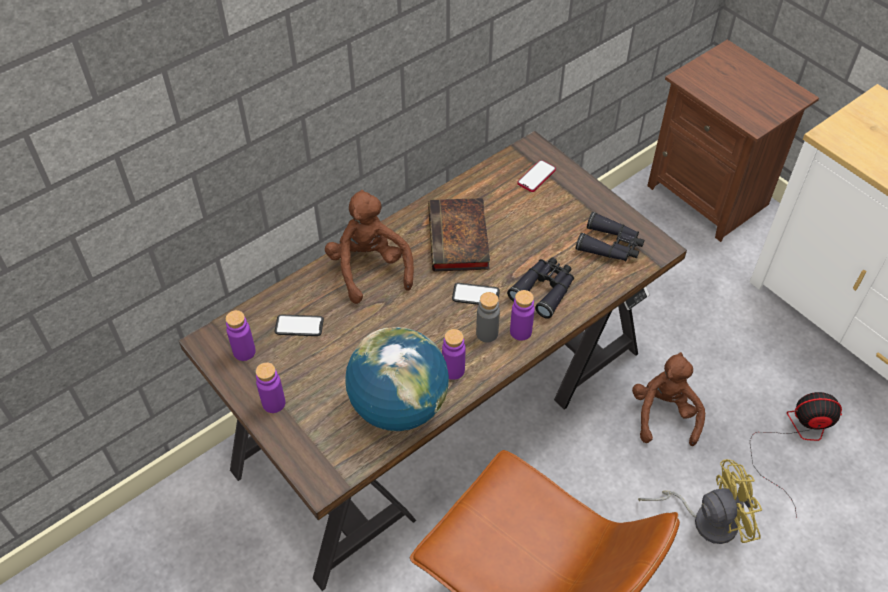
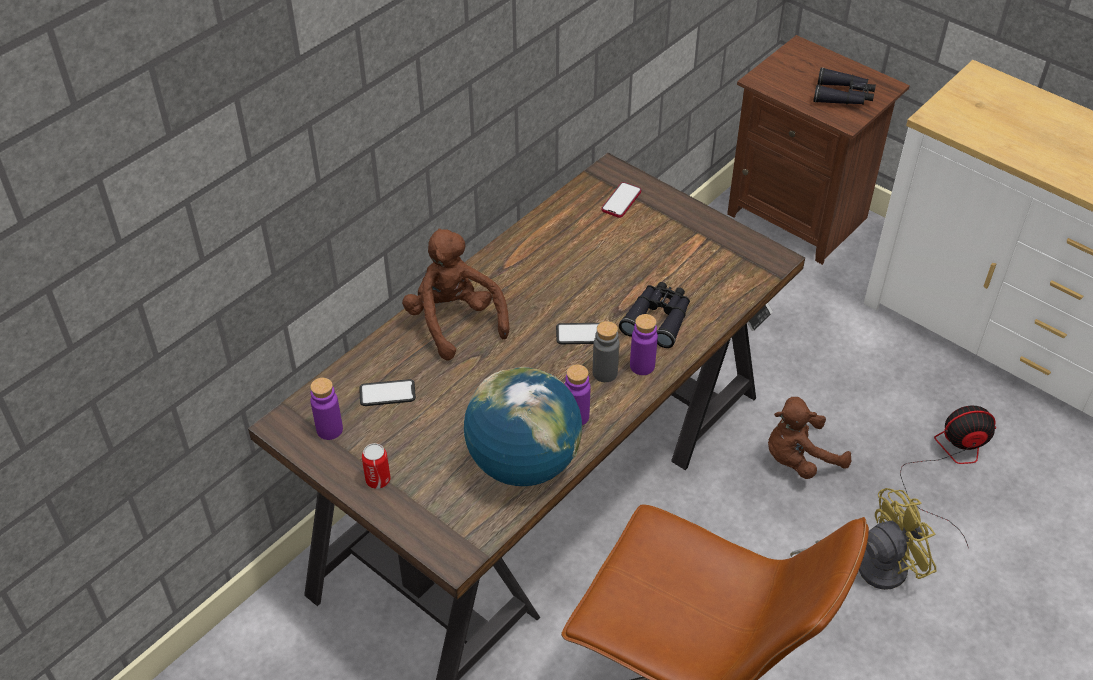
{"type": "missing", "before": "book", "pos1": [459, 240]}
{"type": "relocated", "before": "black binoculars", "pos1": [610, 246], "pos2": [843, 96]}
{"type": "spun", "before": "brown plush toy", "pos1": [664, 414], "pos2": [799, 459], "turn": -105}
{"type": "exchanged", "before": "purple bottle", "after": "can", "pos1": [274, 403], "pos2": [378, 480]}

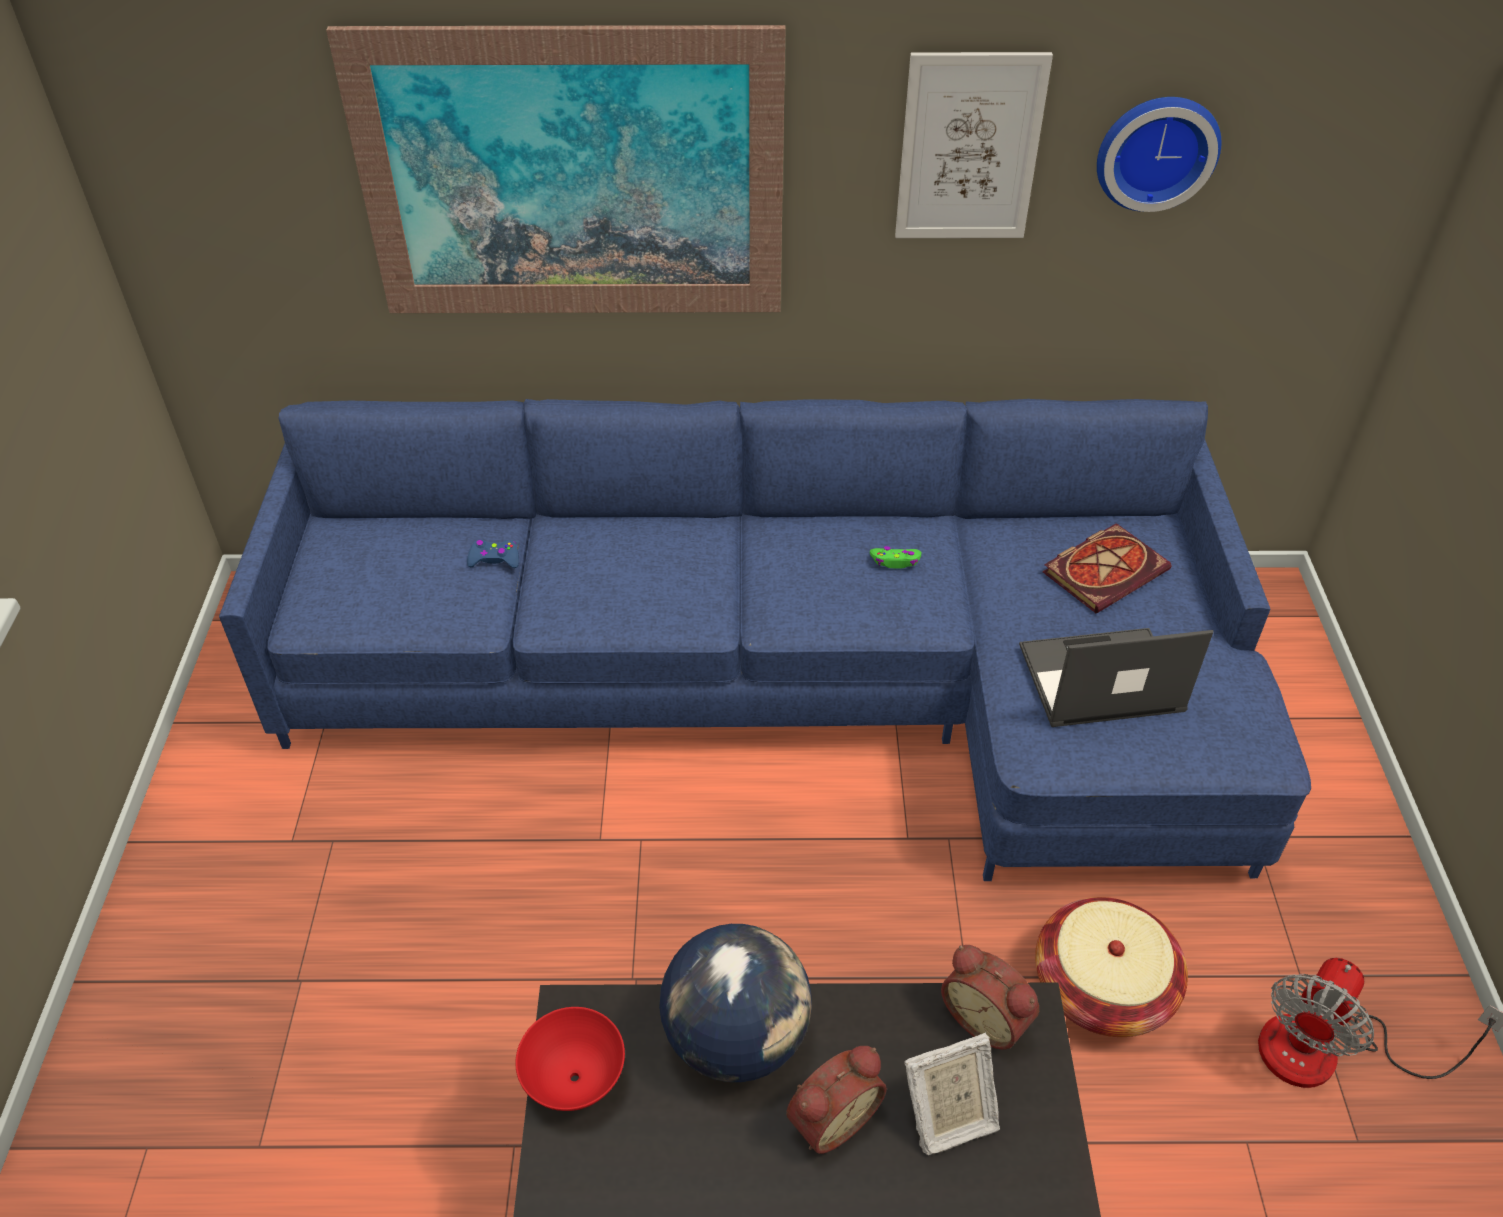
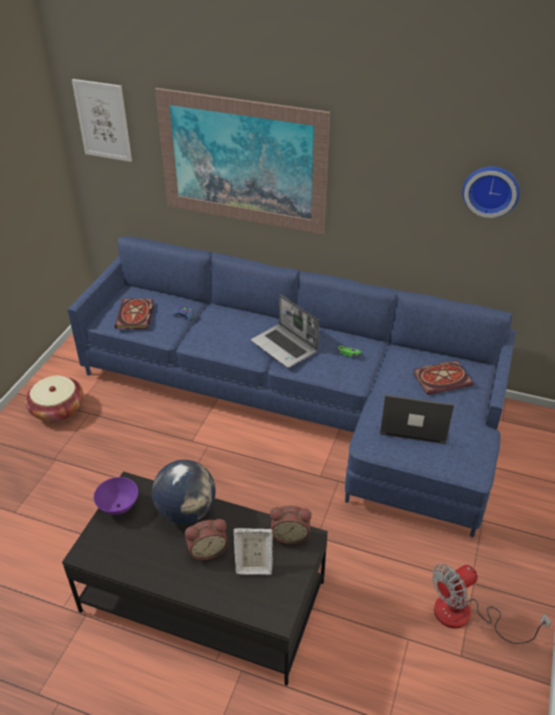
{"type": "relocated", "before": "picture", "pos1": [969, 148], "pos2": [103, 120]}
{"type": "relocated", "before": "basket", "pos1": [1102, 988], "pos2": [57, 410]}
{"type": "spun", "before": "alarm clock", "pos1": [987, 1017], "pos2": [290, 534], "turn": -60}
{"type": "colour", "before": "red bowl", "after": "purple bowl", "pos1": [575, 1078], "pos2": [119, 506]}
{"type": "appeared", "after": "laptop", "pos2": [285, 347]}
{"type": "appeared", "after": "book", "pos2": [135, 316]}

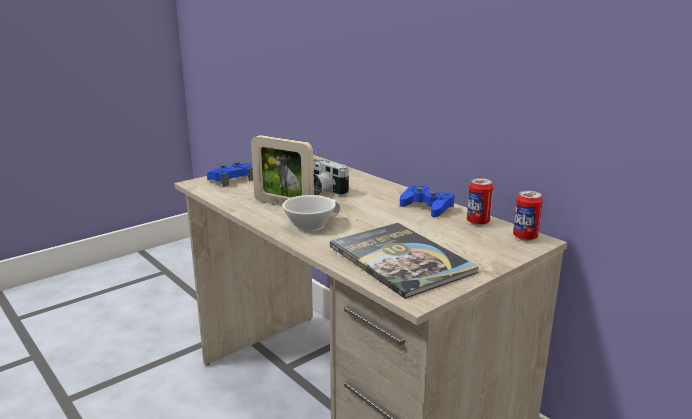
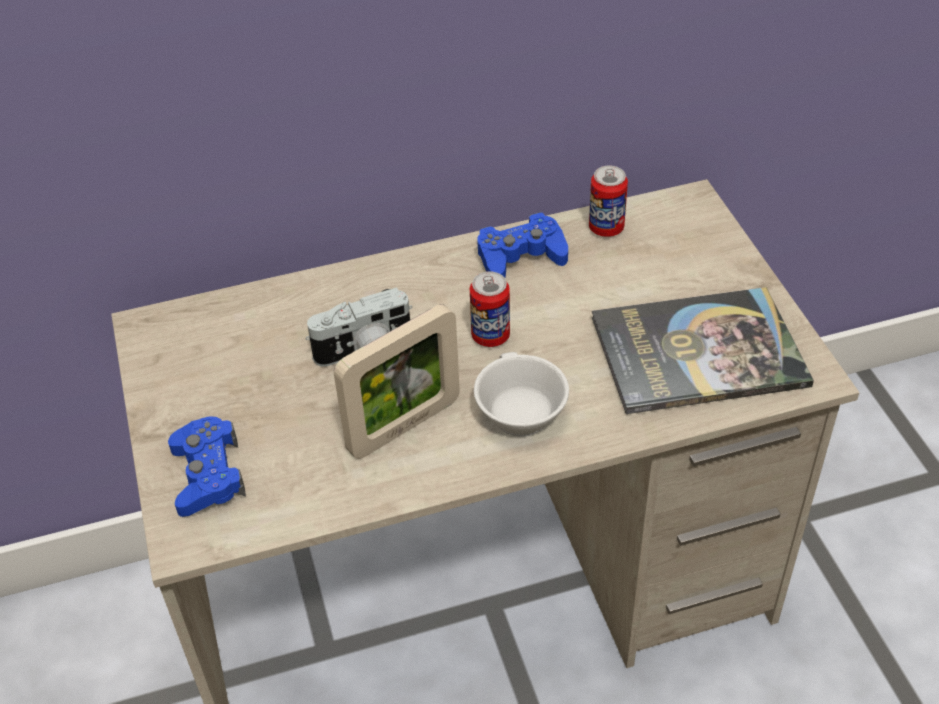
{"type": "relocated", "before": "can", "pos1": [525, 237], "pos2": [490, 336]}

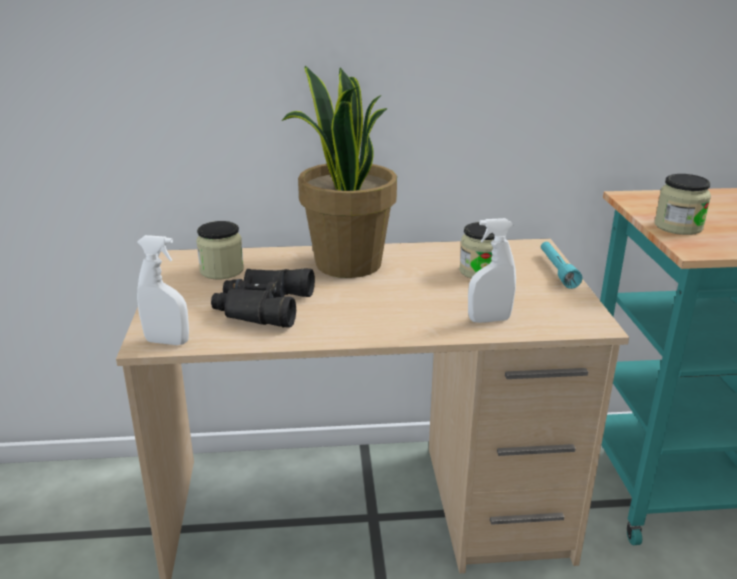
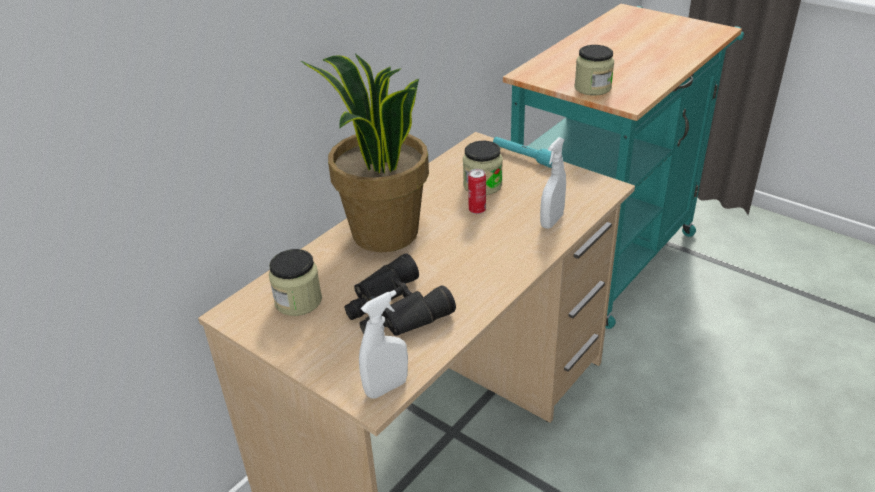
{"type": "appeared", "after": "can", "pos2": [477, 210]}

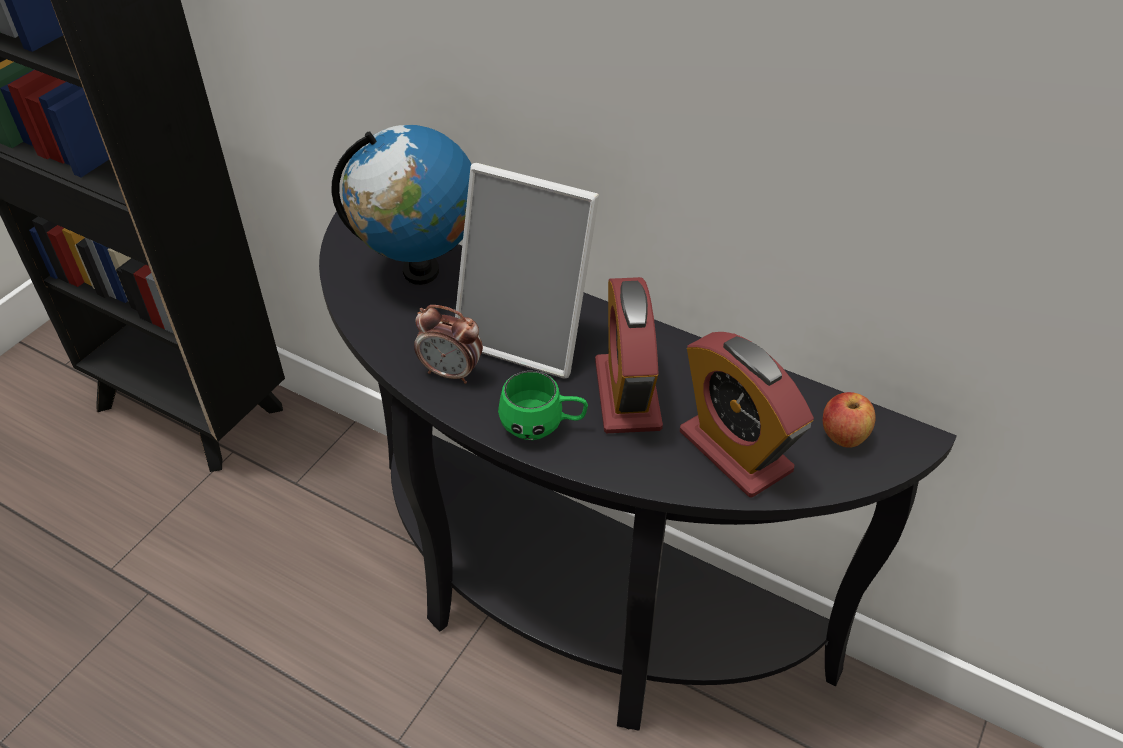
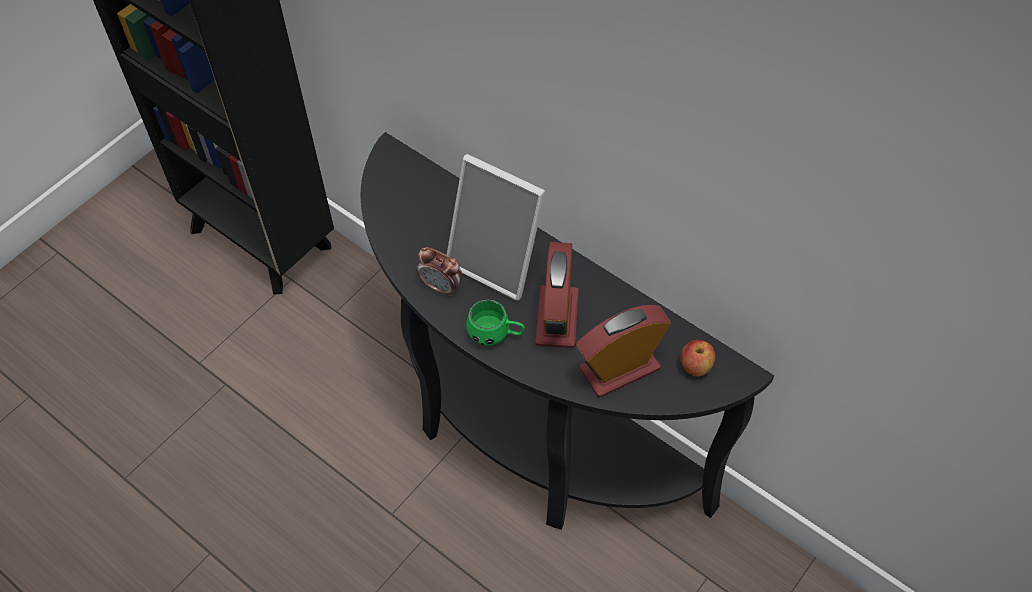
{"type": "missing", "before": "globe", "pos1": [420, 271]}
{"type": "spun", "before": "alarm clock", "pos1": [735, 451], "pos2": [619, 369], "turn": 90}

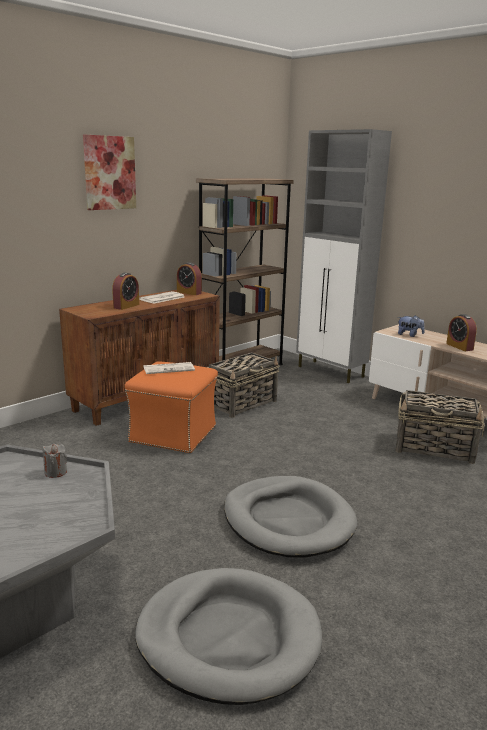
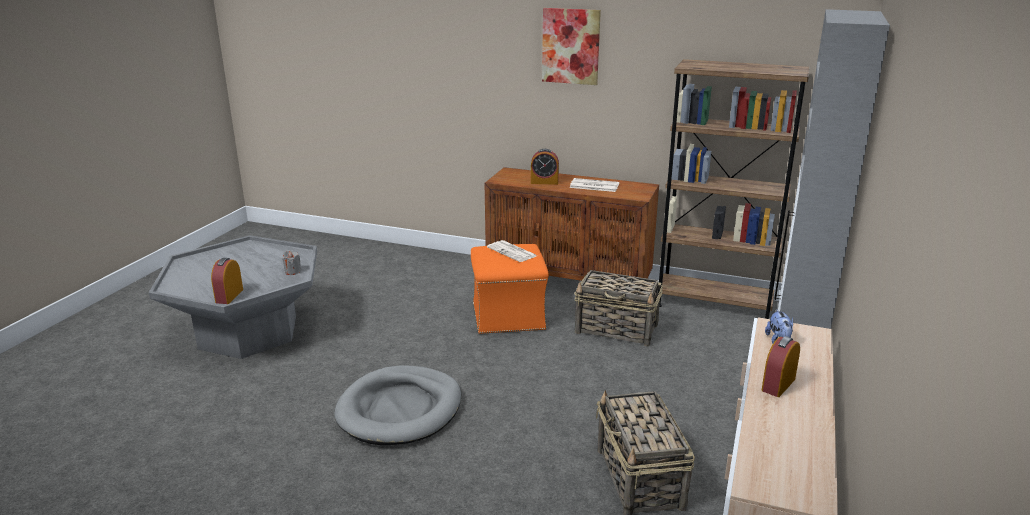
{"type": "relocated", "before": "alarm clock", "pos1": [189, 292], "pos2": [229, 296]}
{"type": "missing", "before": "grey dog bed", "pos1": [228, 637]}

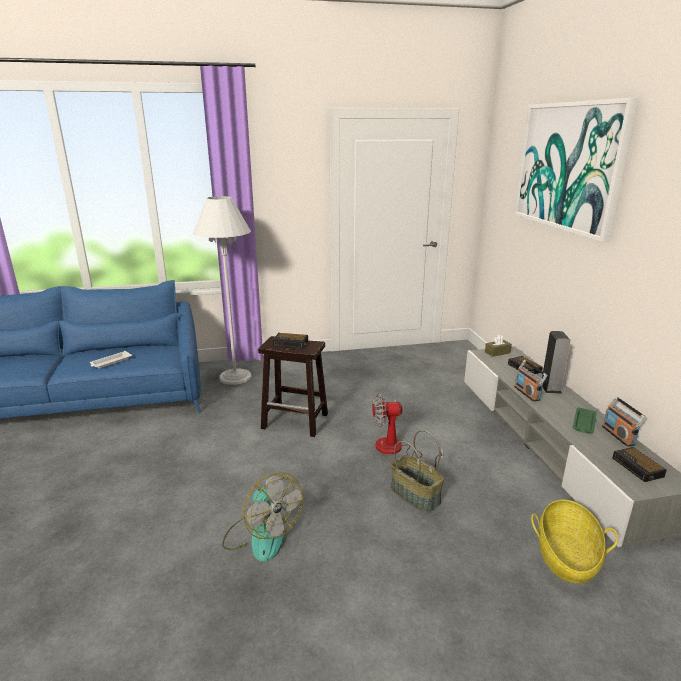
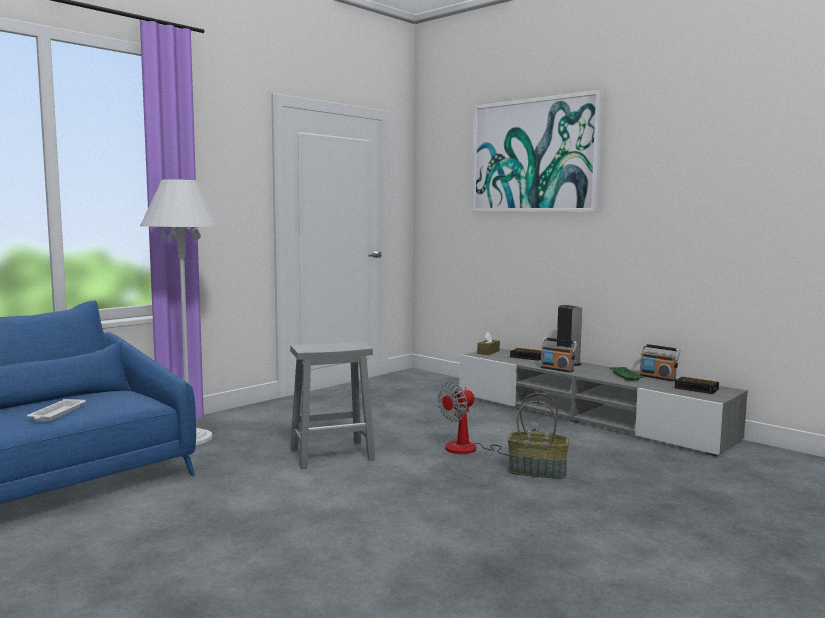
{"type": "missing", "before": "alarm clock", "pos1": [291, 343]}
{"type": "colour", "before": "brown stool", "after": "grey stool", "pos1": [296, 421], "pos2": [333, 454]}
{"type": "missing", "before": "fan", "pos1": [261, 535]}
{"type": "missing", "before": "basket", "pos1": [566, 556]}

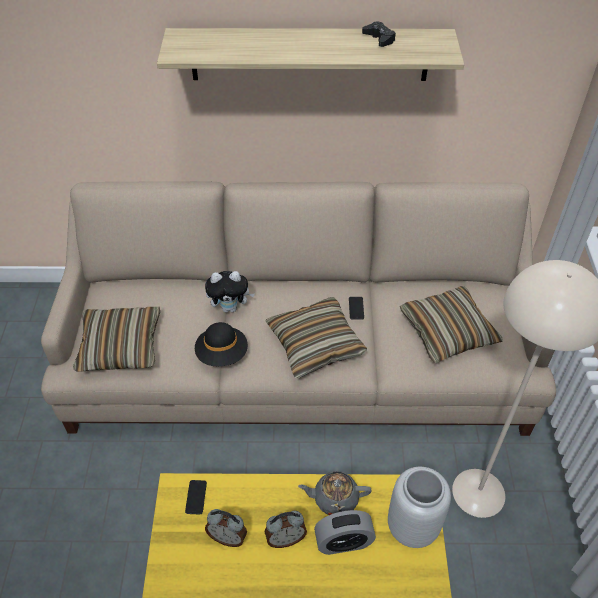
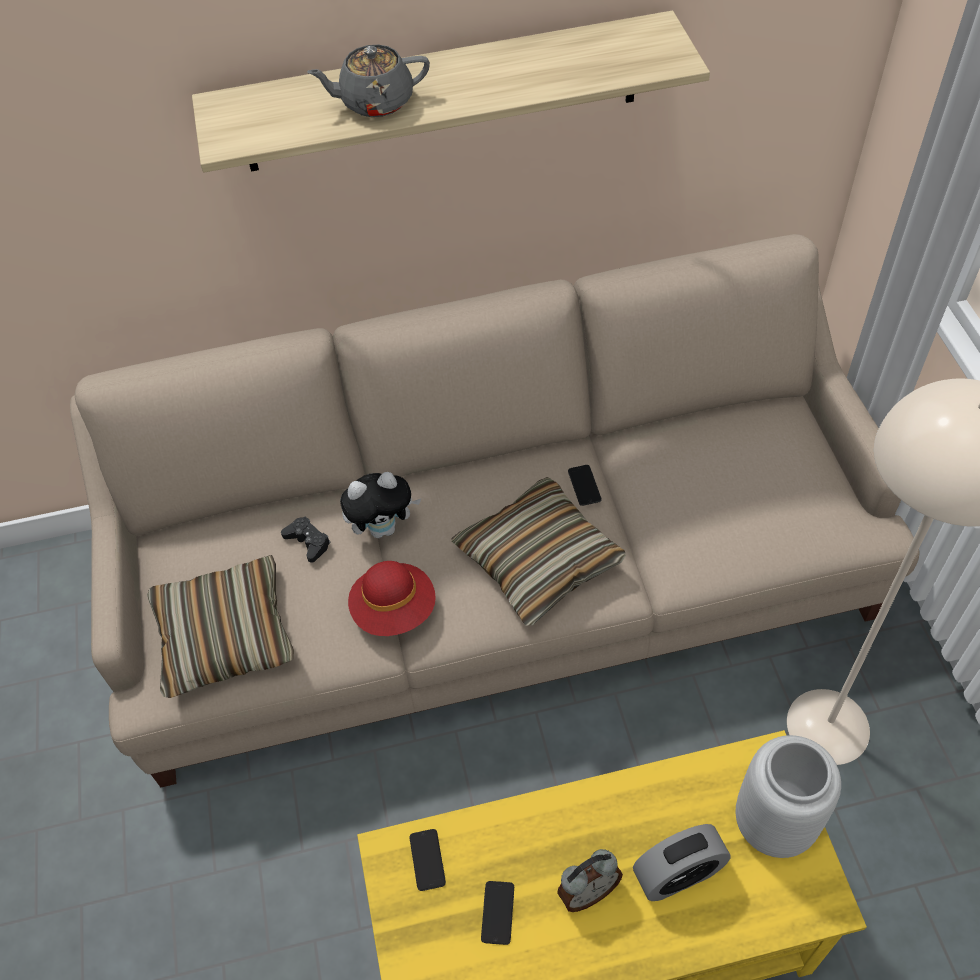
{"type": "relocated", "before": "black game controller", "pos1": [379, 38], "pos2": [308, 542]}
{"type": "missing", "before": "pillow", "pos1": [447, 331]}
{"type": "colour", "before": "black hat", "after": "red hat", "pos1": [222, 354], "pos2": [394, 610]}
{"type": "relocated", "before": "grey teapot", "pos1": [334, 499], "pos2": [375, 102]}
{"type": "exchanged", "before": "alarm clock", "after": "phone", "pos1": [228, 537], "pos2": [497, 912]}

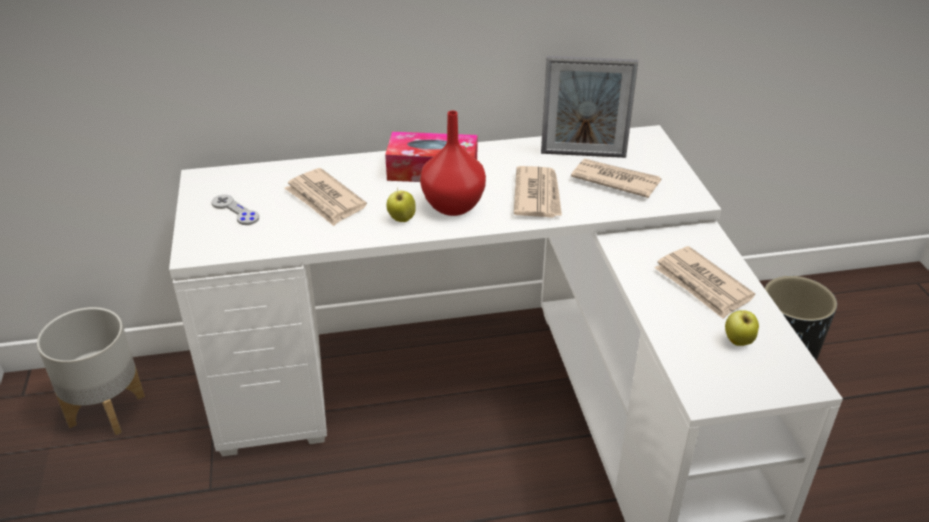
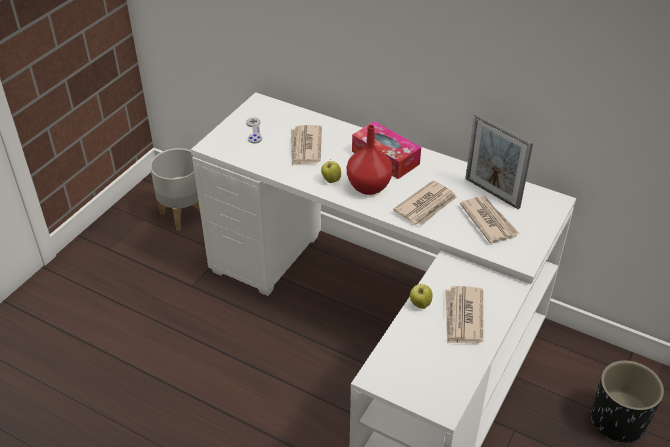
{"type": "relocated", "before": "apple", "pos1": [738, 342], "pos2": [420, 304]}

